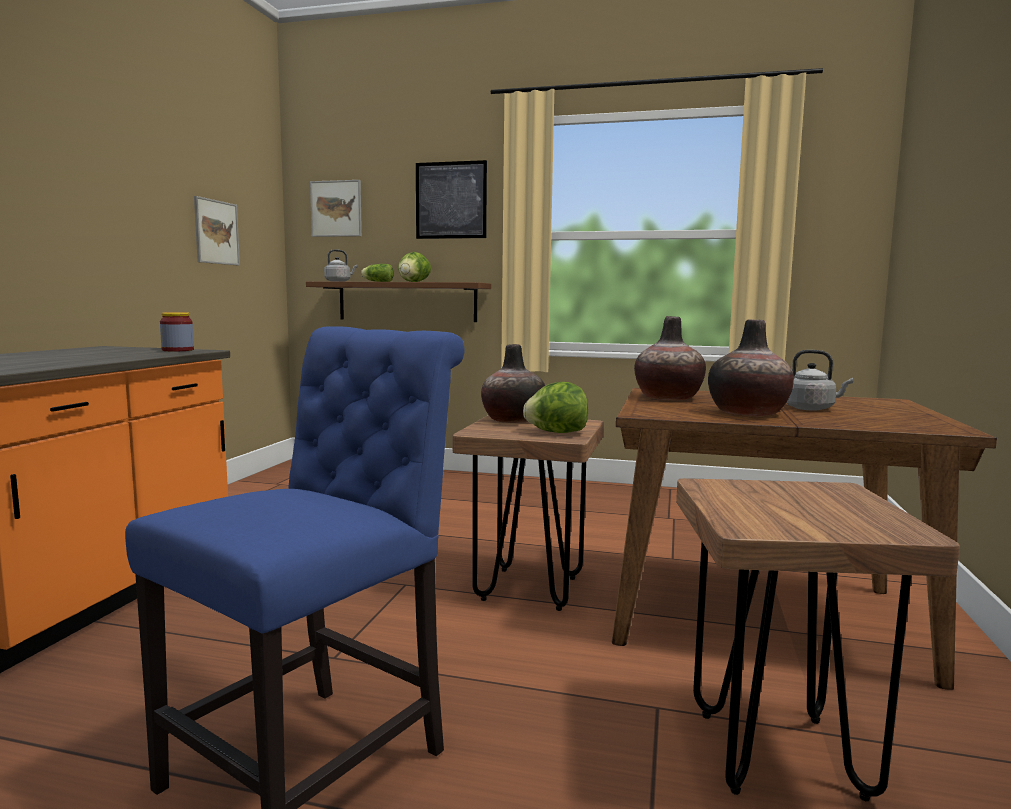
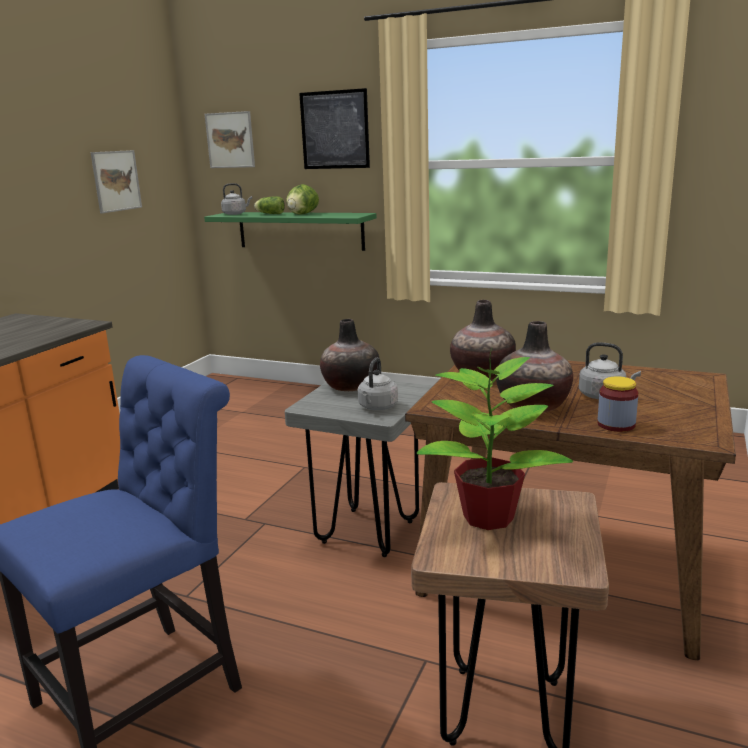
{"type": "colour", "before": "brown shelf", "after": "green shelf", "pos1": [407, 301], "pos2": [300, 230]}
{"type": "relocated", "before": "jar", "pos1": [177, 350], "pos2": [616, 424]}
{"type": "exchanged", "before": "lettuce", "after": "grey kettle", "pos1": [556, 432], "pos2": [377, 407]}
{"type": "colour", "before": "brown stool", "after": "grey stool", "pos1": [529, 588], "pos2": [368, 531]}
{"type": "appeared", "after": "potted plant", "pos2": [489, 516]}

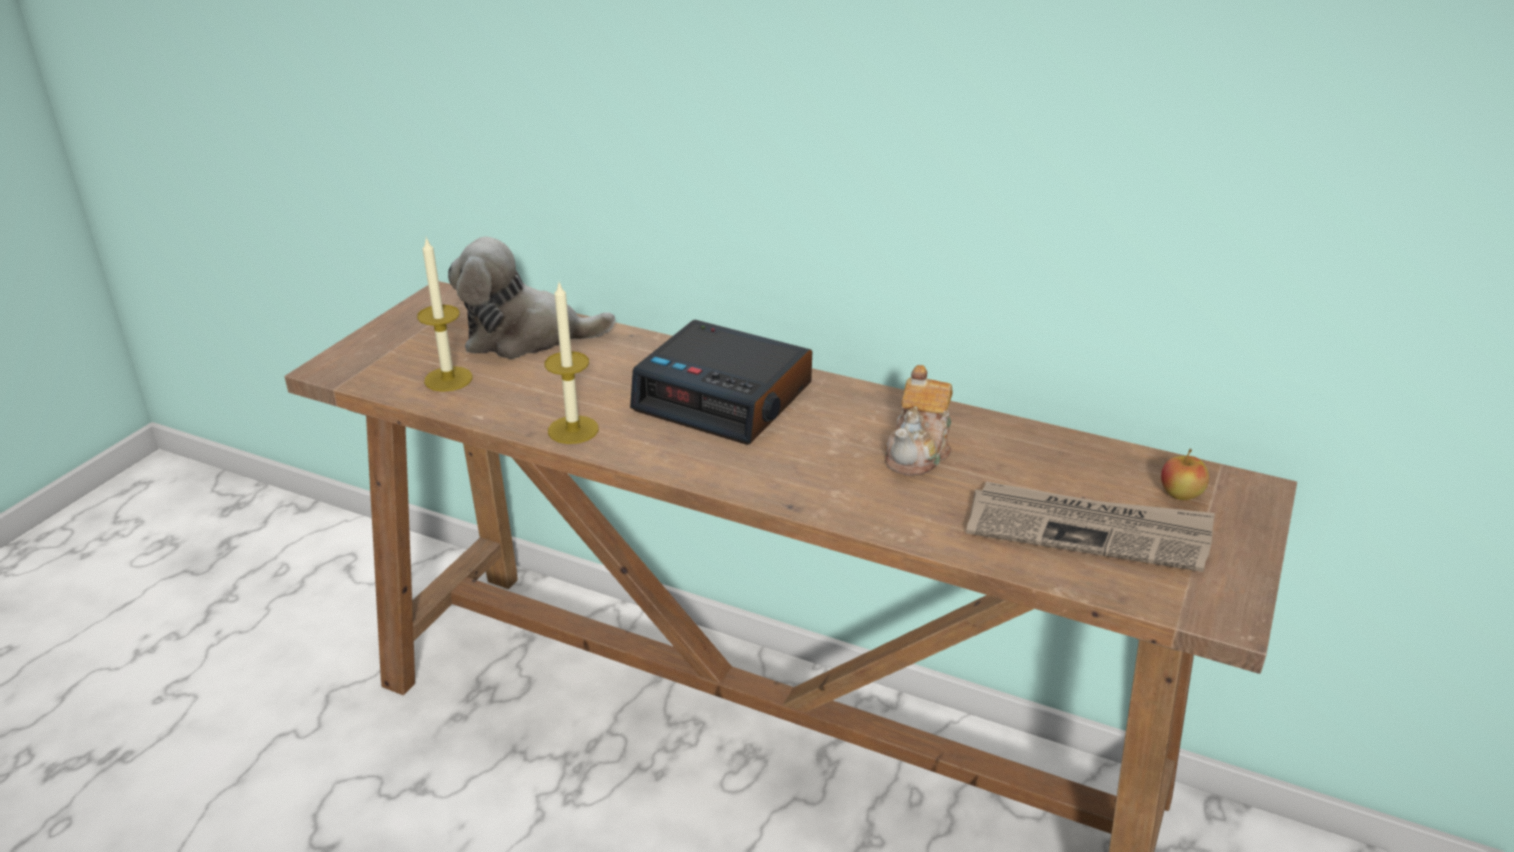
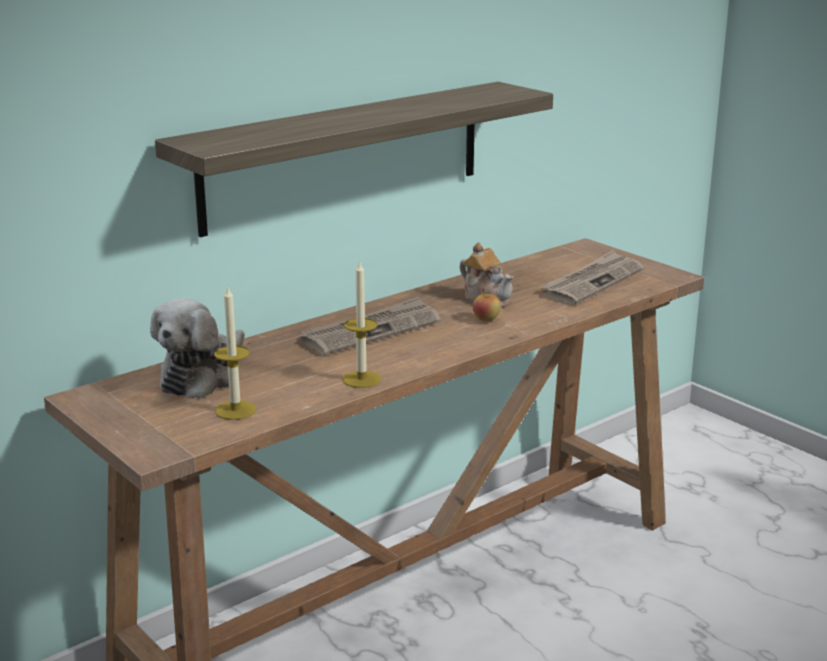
{"type": "exchanged", "before": "alarm clock", "after": "newspaper", "pos1": [725, 397], "pos2": [371, 331]}
{"type": "relocated", "before": "apple", "pos1": [1180, 494], "pos2": [486, 319]}
{"type": "appeared", "after": "shelf", "pos2": [345, 155]}

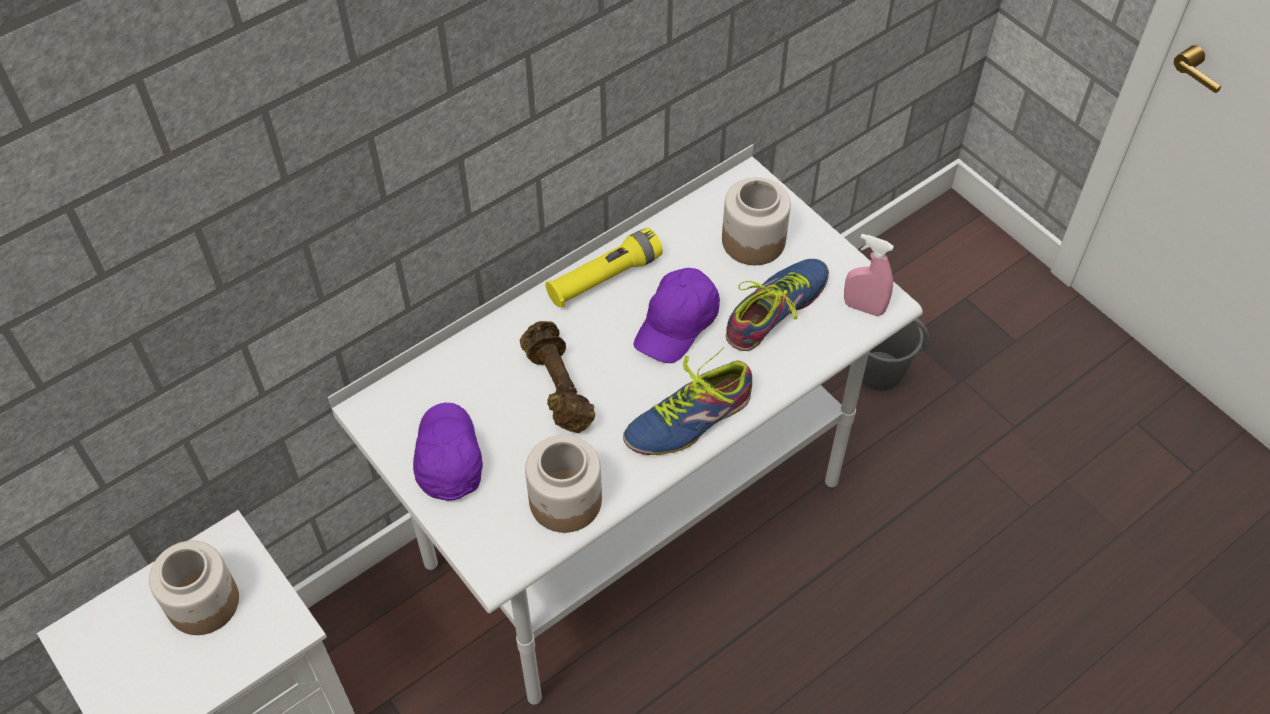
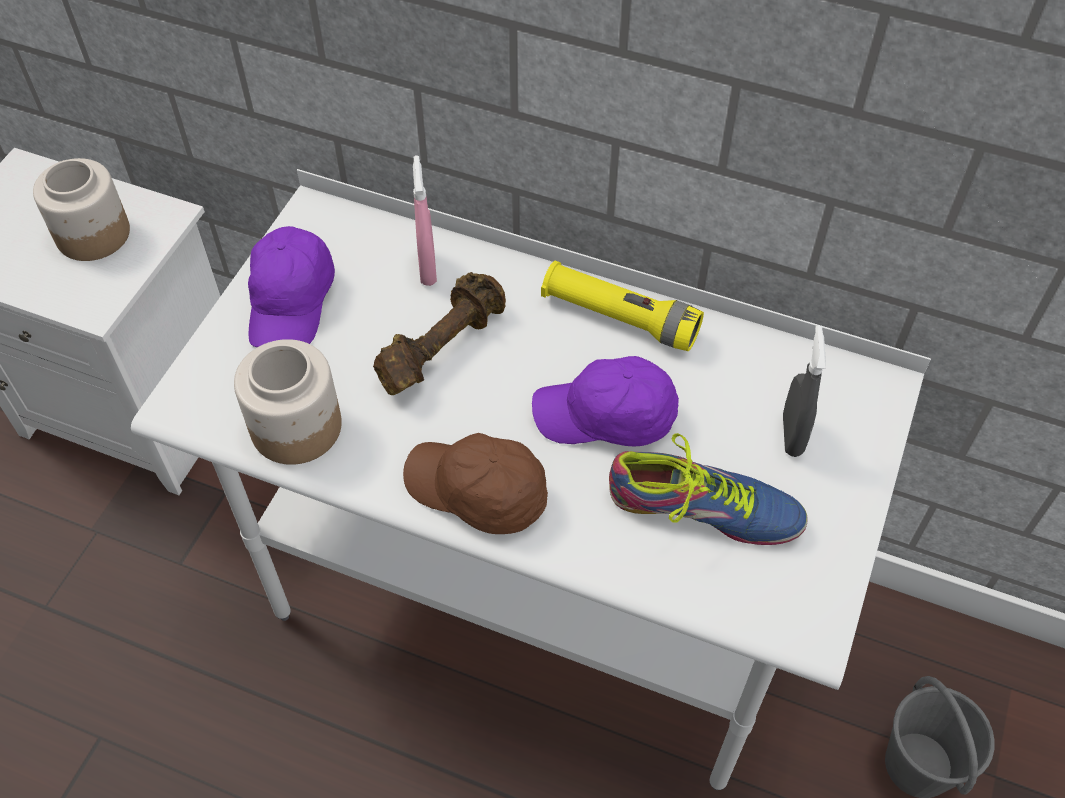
{"type": "exchanged", "before": "jar", "after": "grey spray bottle", "pos1": [753, 240], "pos2": [792, 435]}
{"type": "relocated", "before": "pink spray bottle", "pos1": [863, 307], "pos2": [427, 268]}
{"type": "exchanged", "before": "shoe", "after": "brown cap", "pos1": [689, 419], "pos2": [478, 493]}
{"type": "spun", "before": "purple cap", "pos1": [448, 459], "pos2": [292, 301], "turn": 135}

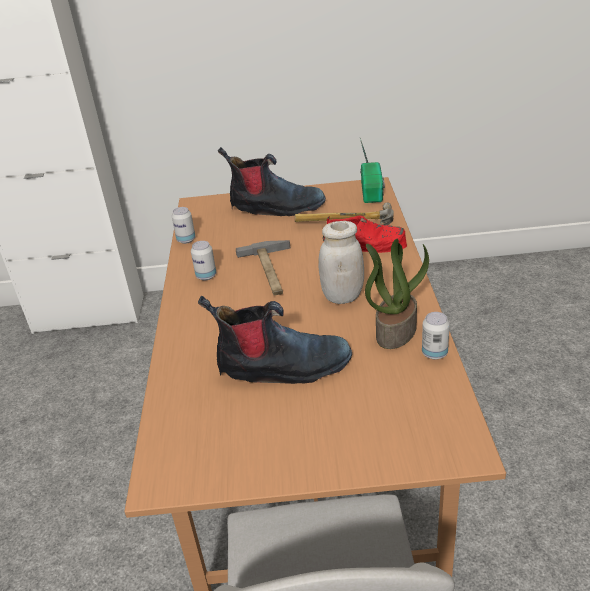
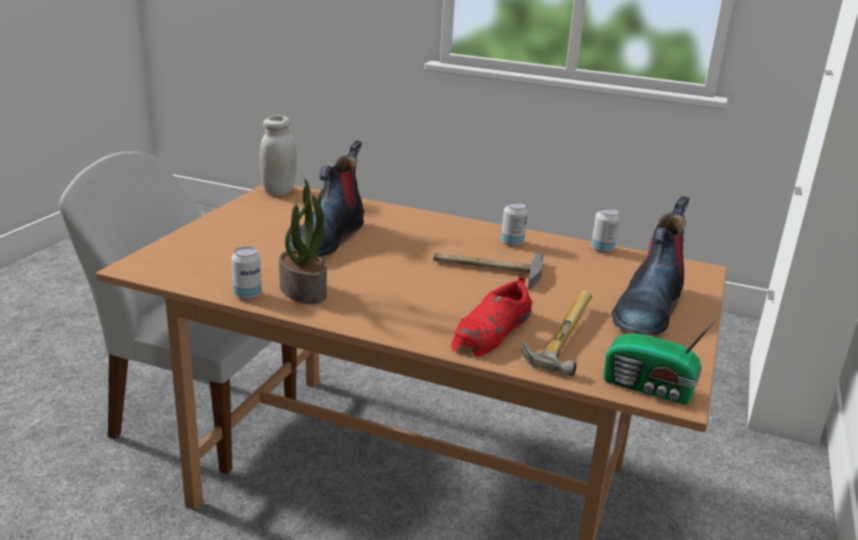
{"type": "relocated", "before": "white jar", "pos1": [342, 296], "pos2": [279, 191]}

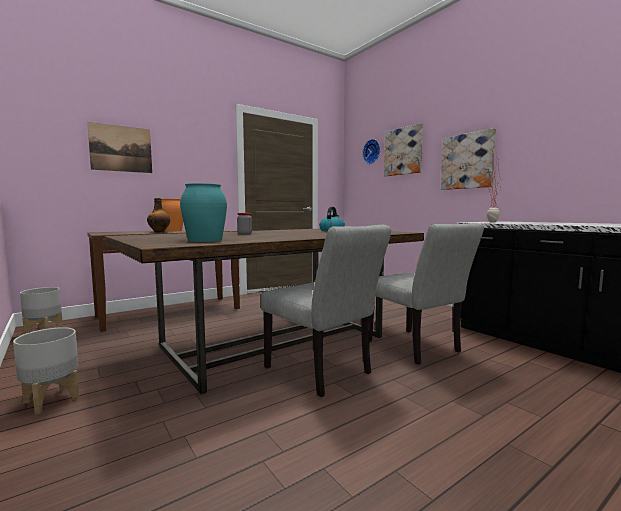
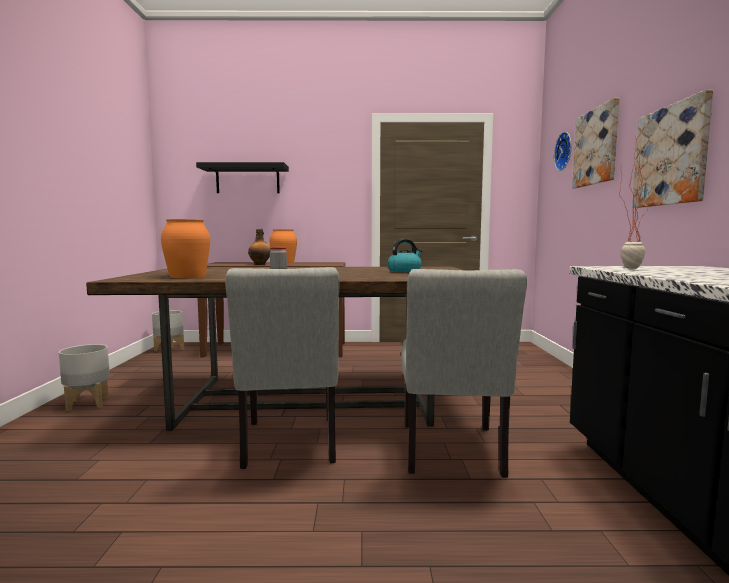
{"type": "exchanged", "before": "picture", "after": "black shelf", "pos1": [121, 148], "pos2": [247, 180]}
{"type": "colour", "before": "turquoise vase", "after": "orange vase", "pos1": [205, 240], "pos2": [187, 276]}

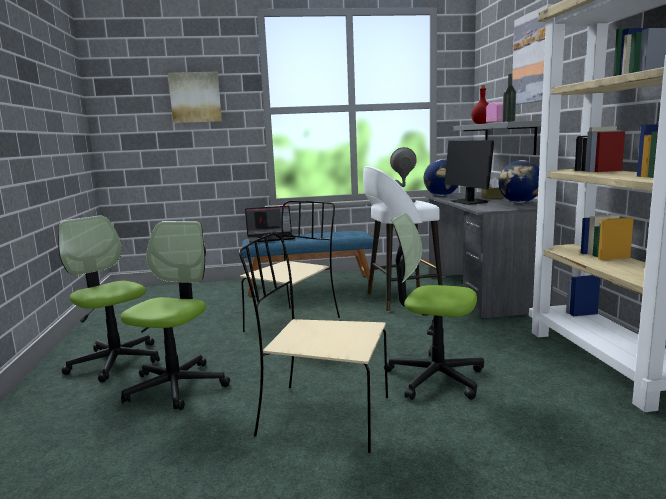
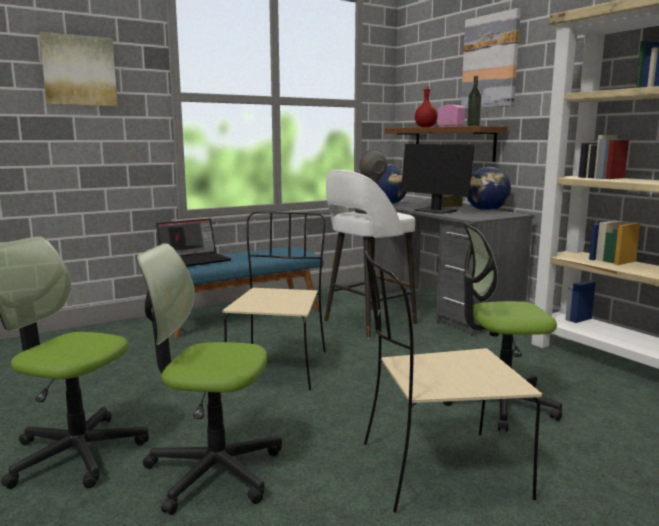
{"type": "colour", "before": "grey shelf", "after": "brown shelf", "pos1": [509, 138], "pos2": [453, 143]}
{"type": "spun", "before": "office chair", "pos1": [176, 386], "pos2": [213, 471], "turn": -75}

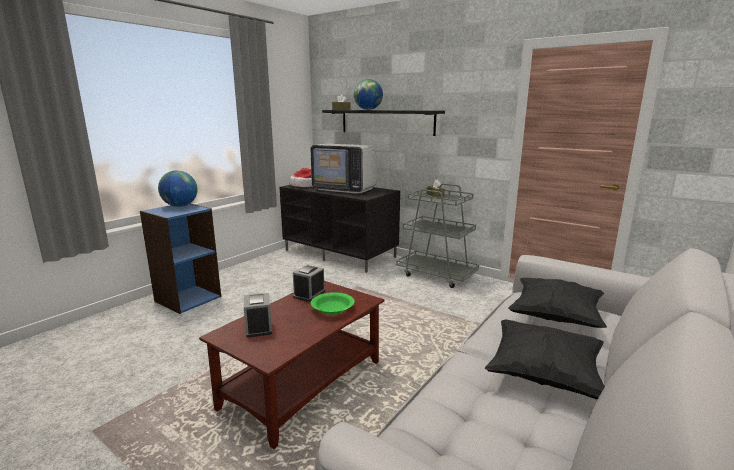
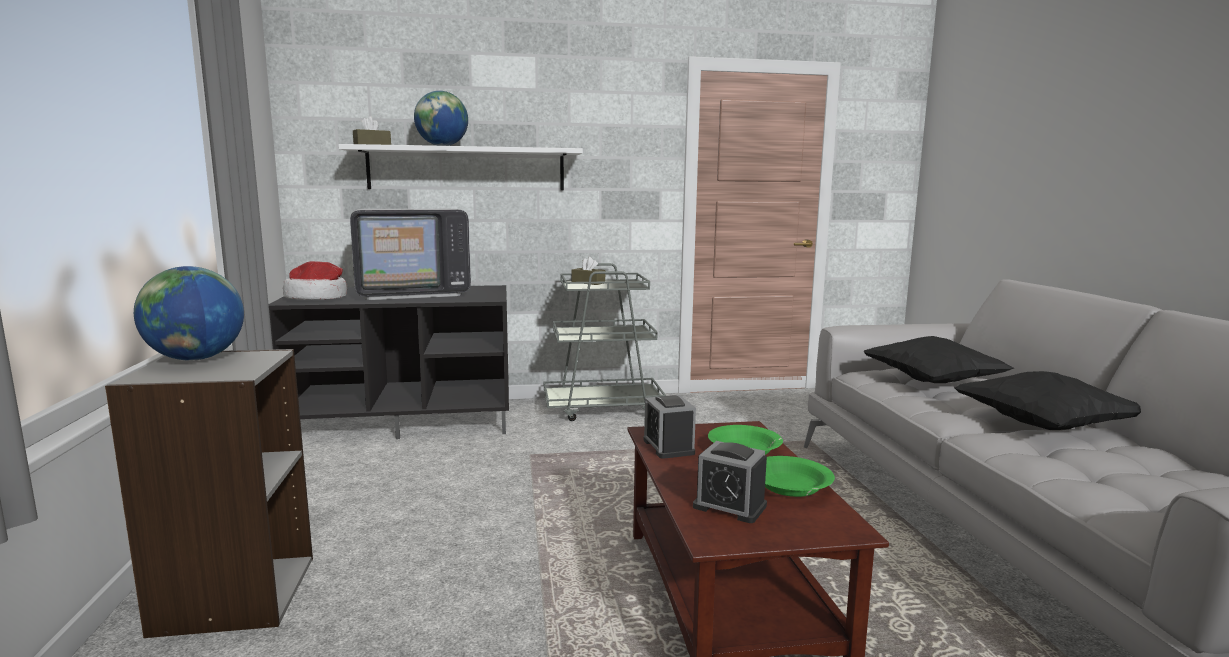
{"type": "colour", "before": "black shelf", "after": "white shelf", "pos1": [386, 122], "pos2": [467, 169]}
{"type": "colour", "before": "blue bookcase", "after": "grey bookcase", "pos1": [187, 299], "pos2": [234, 594]}
{"type": "appeared", "after": "green bowl", "pos2": [789, 487]}

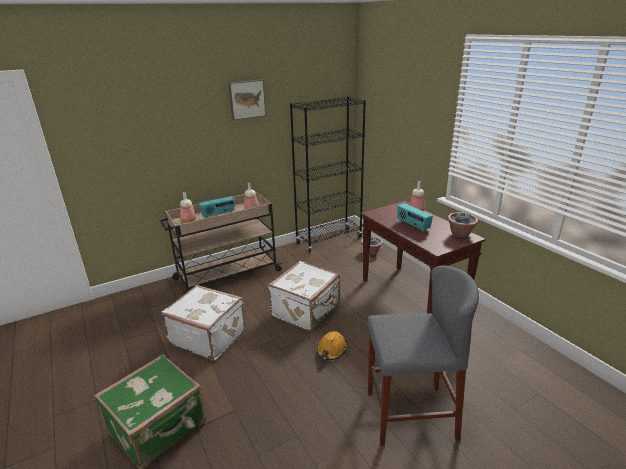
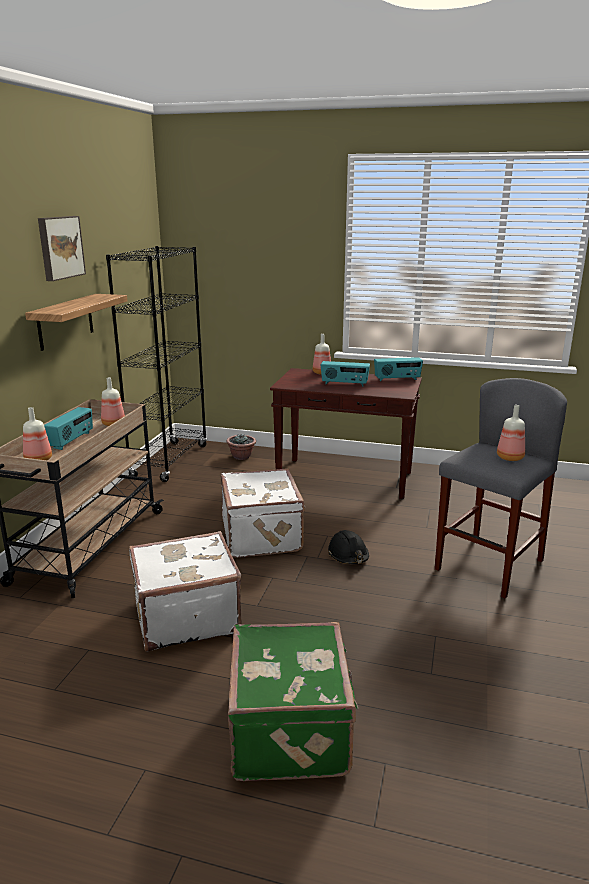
{"type": "exchanged", "before": "potted plant", "after": "radio", "pos1": [460, 234], "pos2": [397, 379]}
{"type": "colour", "before": "orange hard hat", "after": "black hard hat", "pos1": [331, 350], "pos2": [348, 555]}
{"type": "appeared", "after": "shelf", "pos2": [65, 321]}
{"type": "appeared", "after": "bottle", "pos2": [511, 458]}

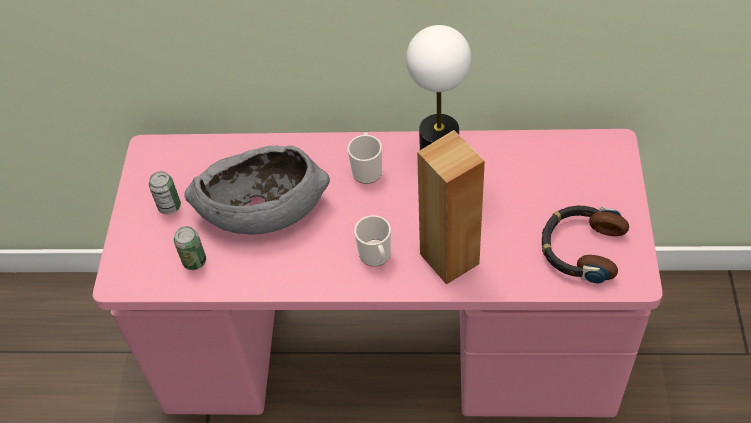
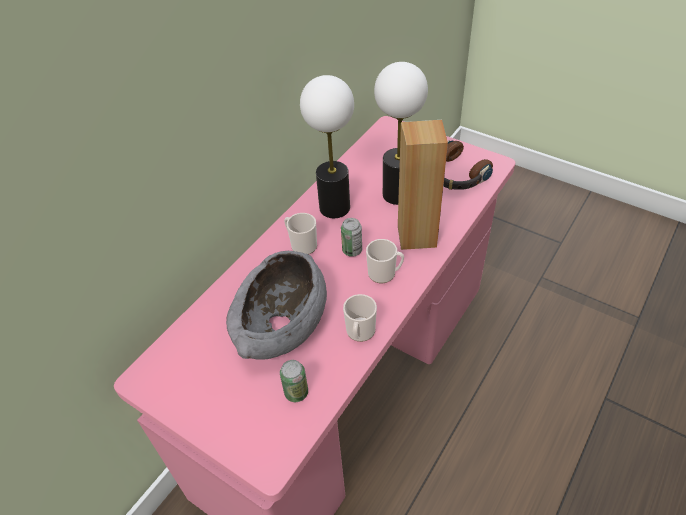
{"type": "relocated", "before": "can", "pos1": [169, 206], "pos2": [352, 250]}
{"type": "appeared", "after": "table lamp", "pos2": [397, 194]}
{"type": "appeared", "after": "mug", "pos2": [360, 333]}

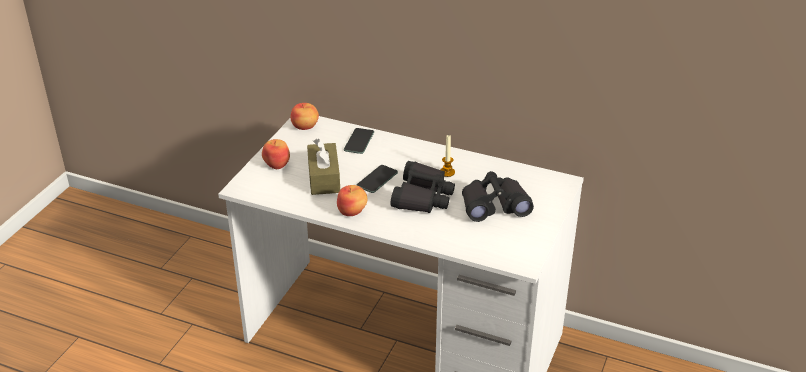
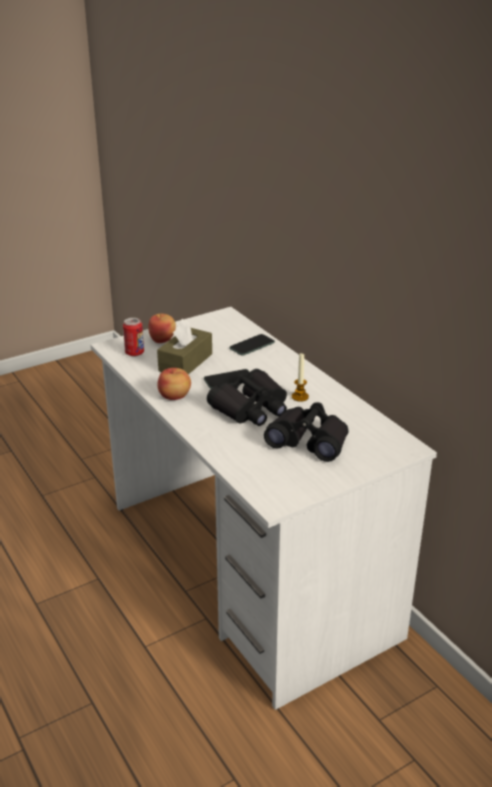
{"type": "missing", "before": "apple", "pos1": [305, 127]}
{"type": "appeared", "after": "can", "pos2": [134, 353]}

